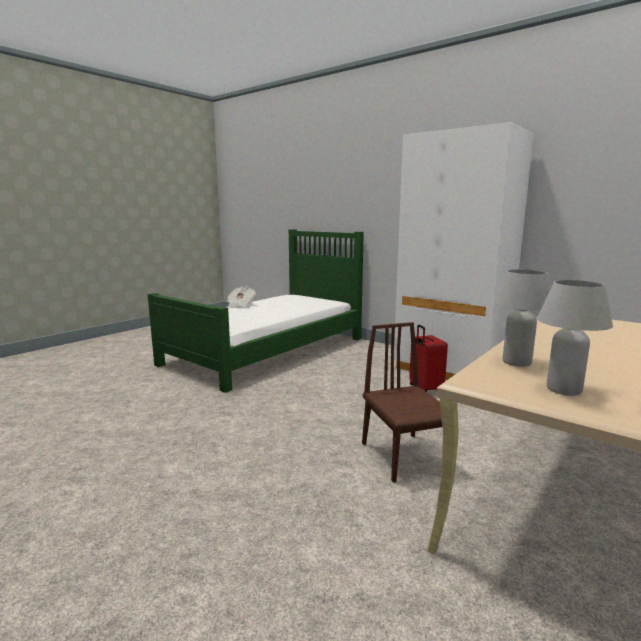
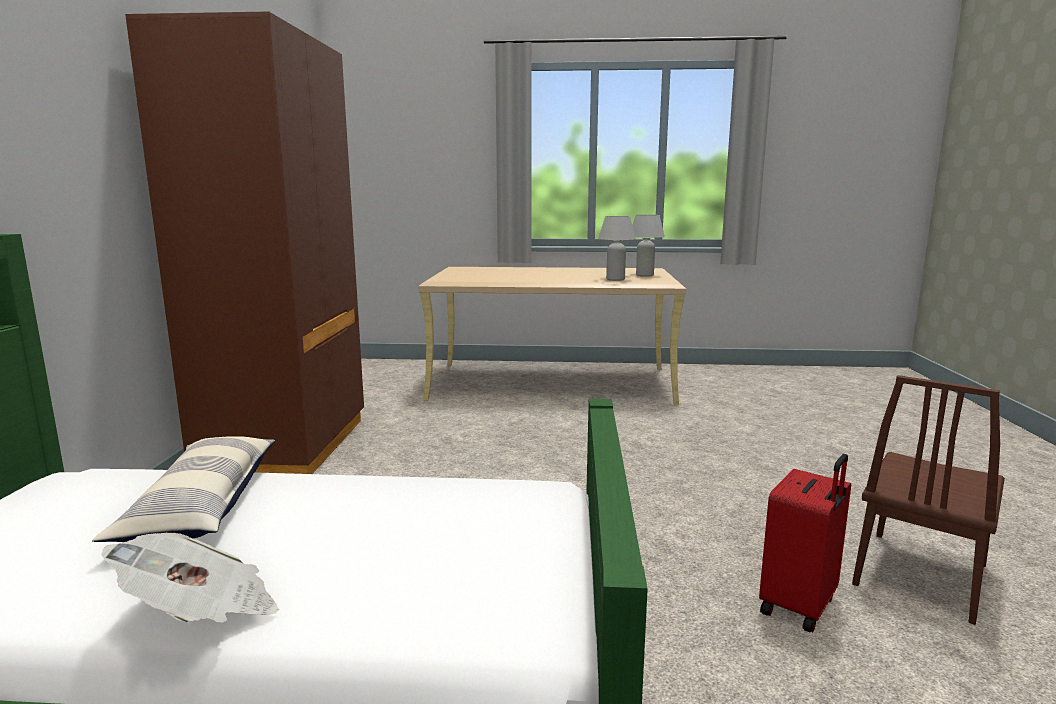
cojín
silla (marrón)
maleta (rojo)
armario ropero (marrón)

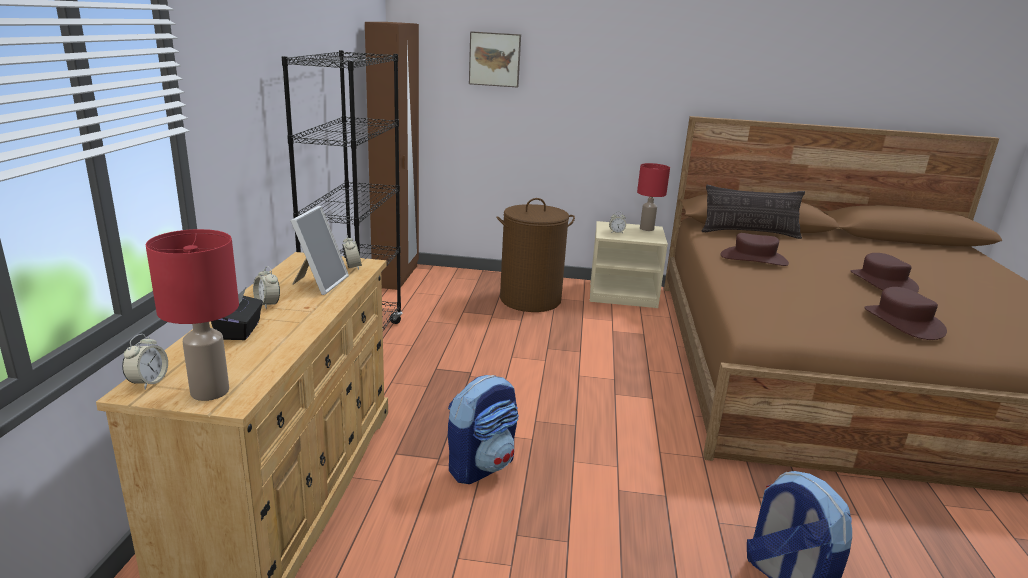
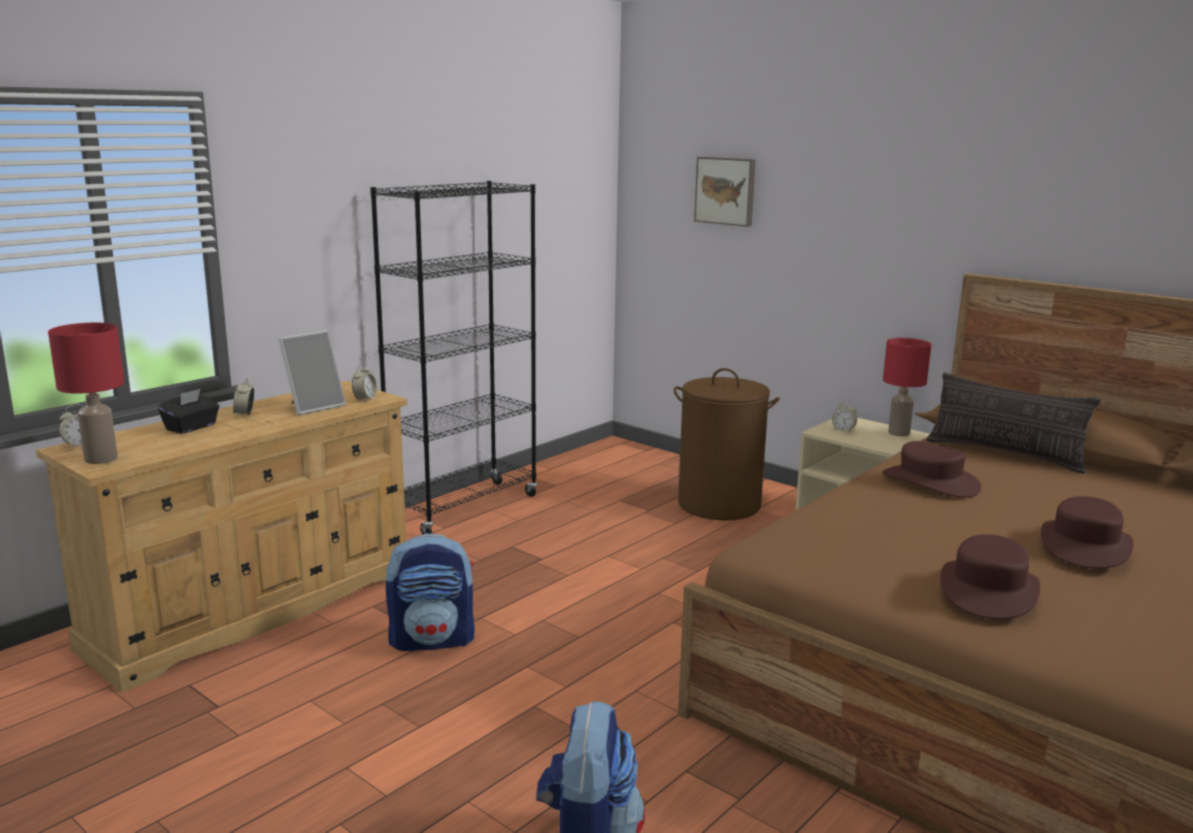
armario ropero (marrón)

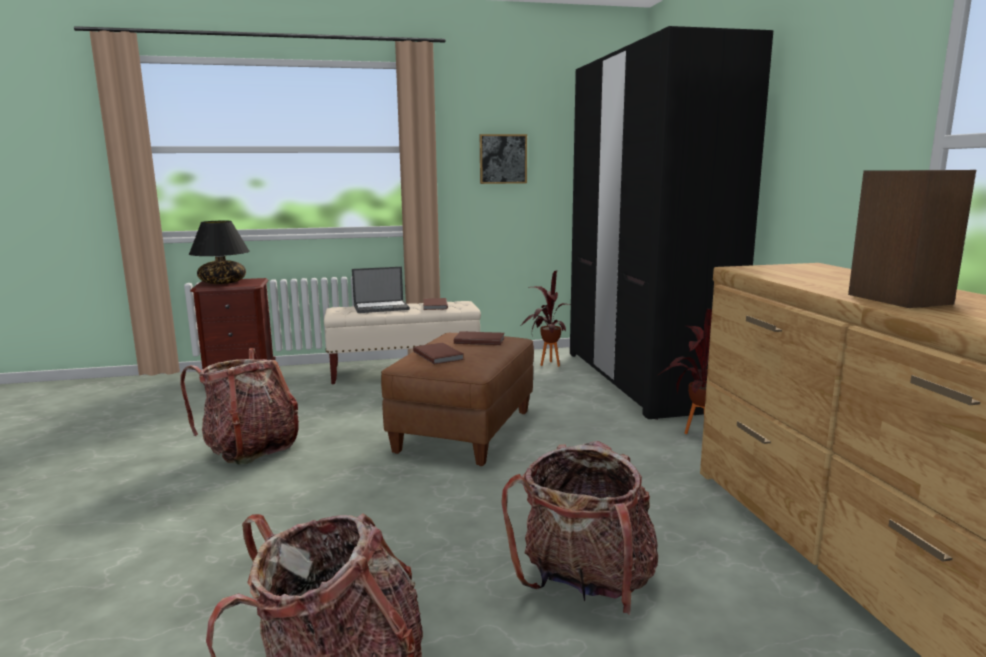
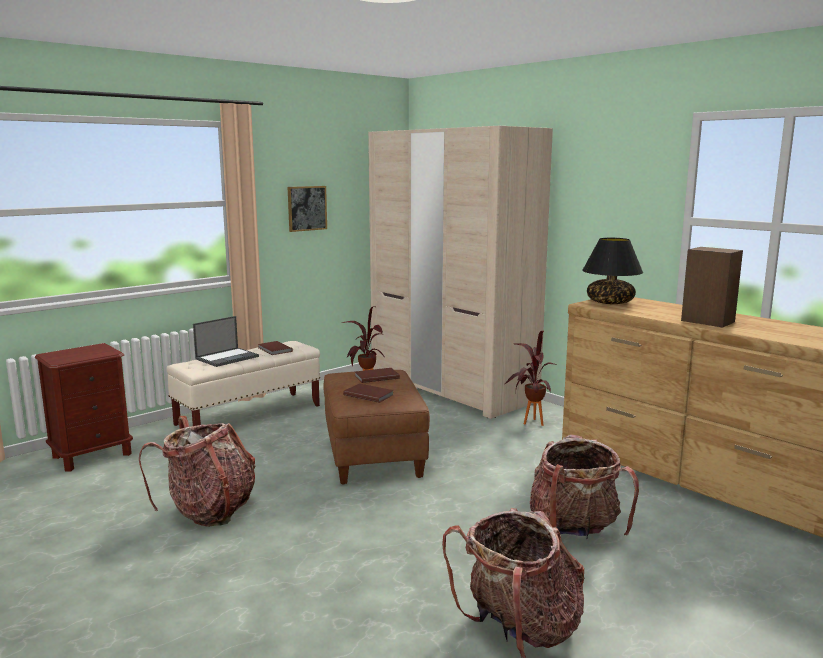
lámpara de mesa (negro)
armario ropero (beis)

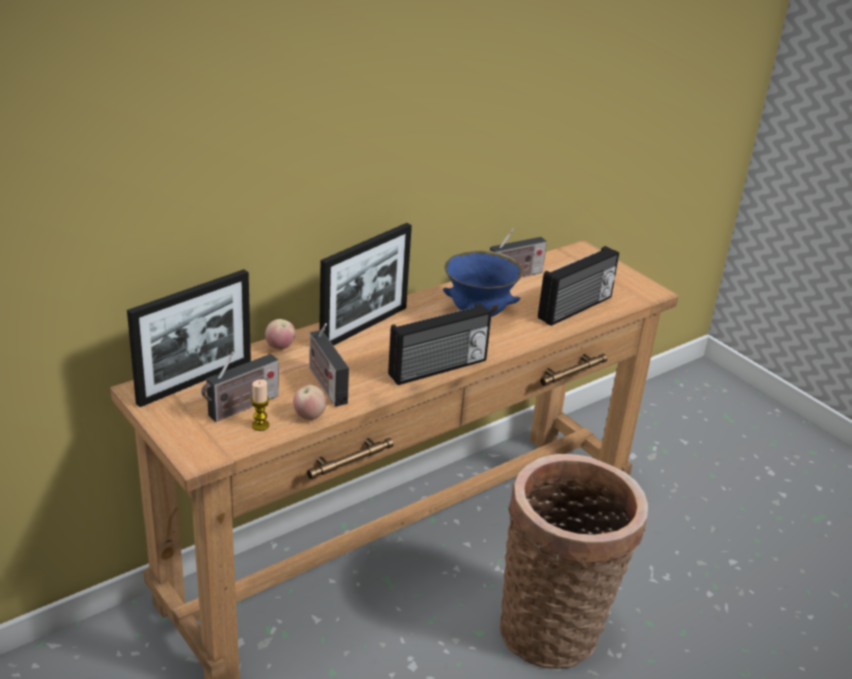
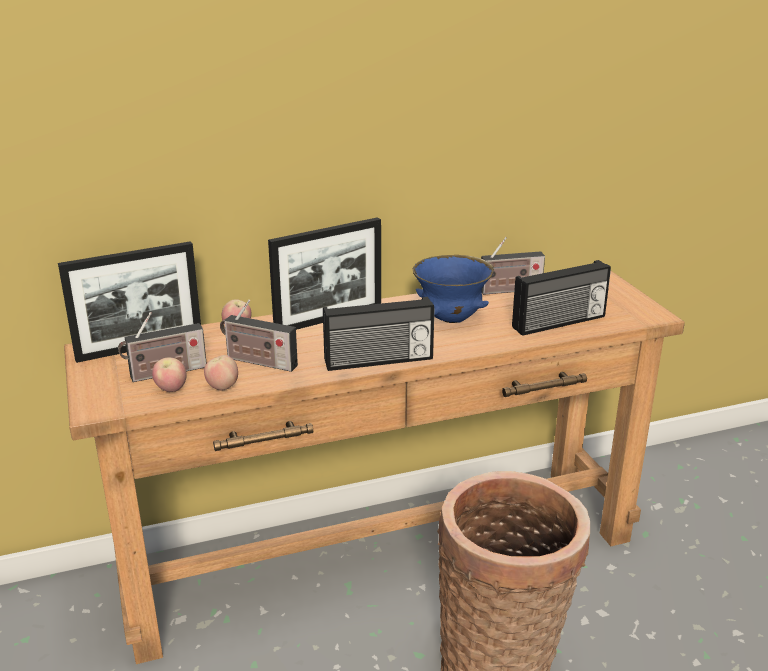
manzana (no. 1 from left)
radio (no. 2 from left)

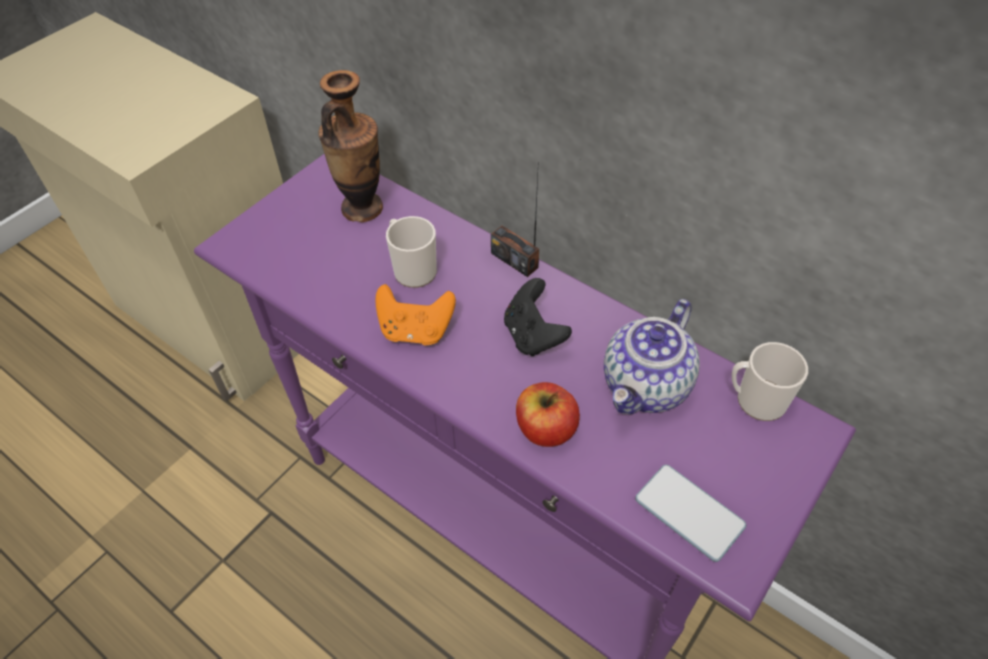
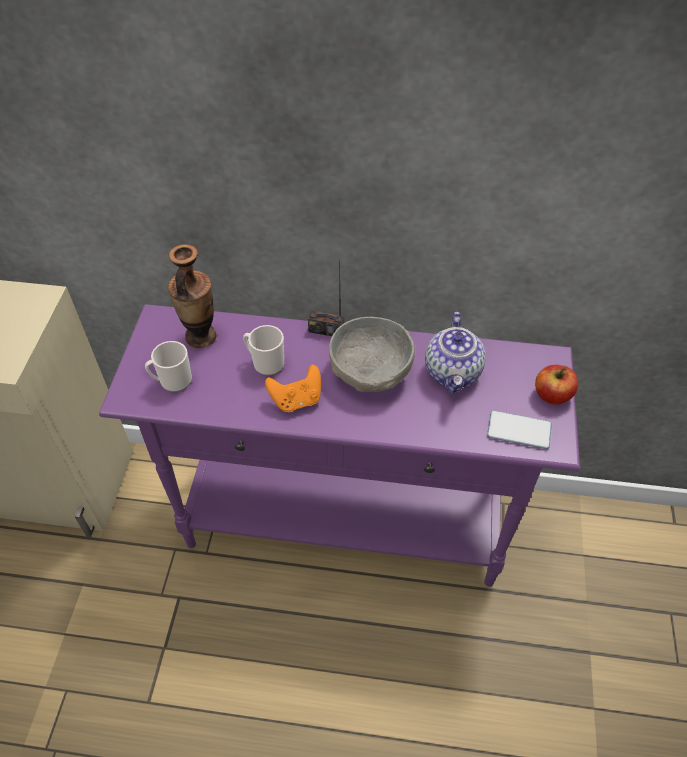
manzana
taza grande (no. 1 from left)
cuenco (gris)

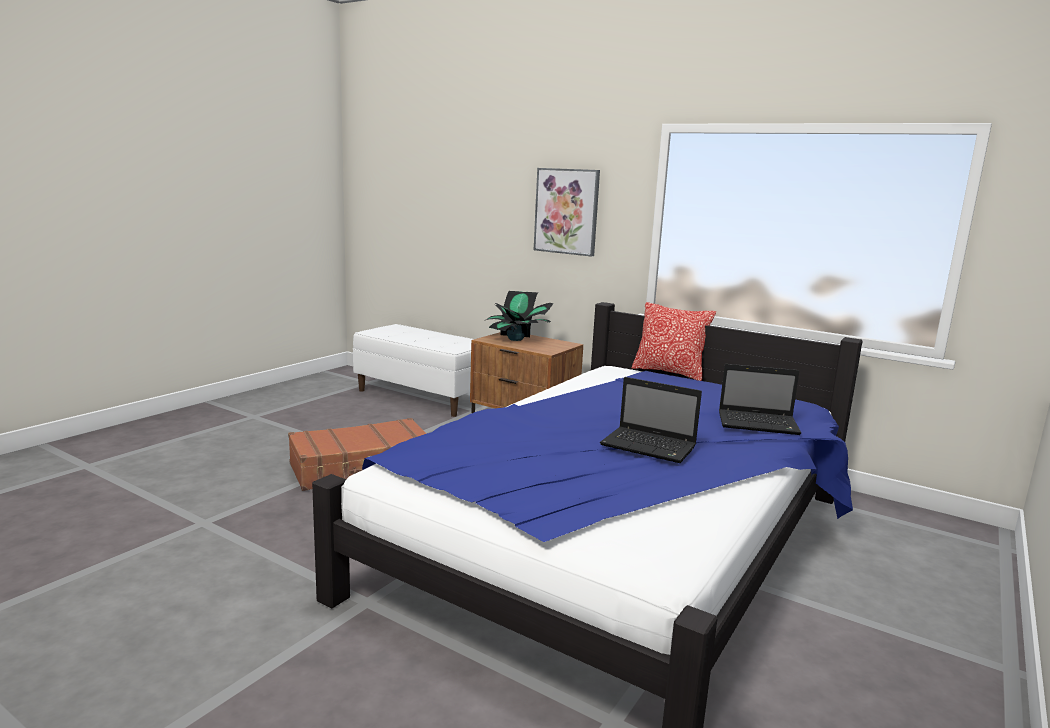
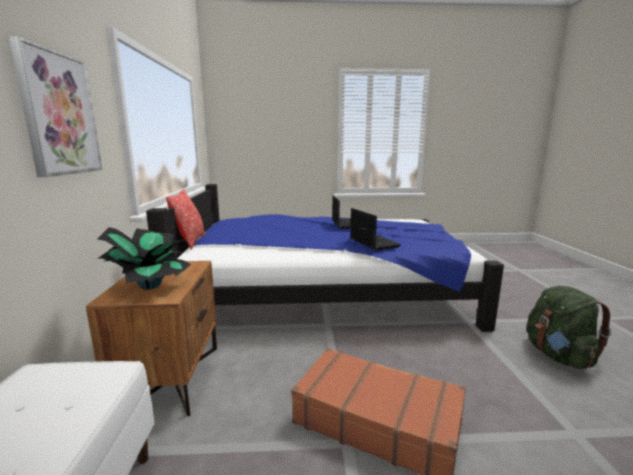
mochila (verde)
portátil (no. 2 from left)

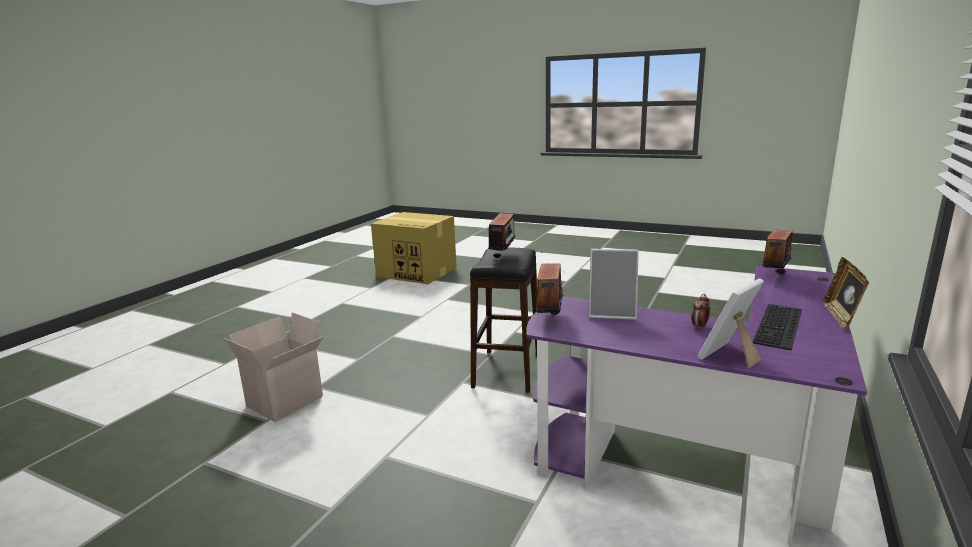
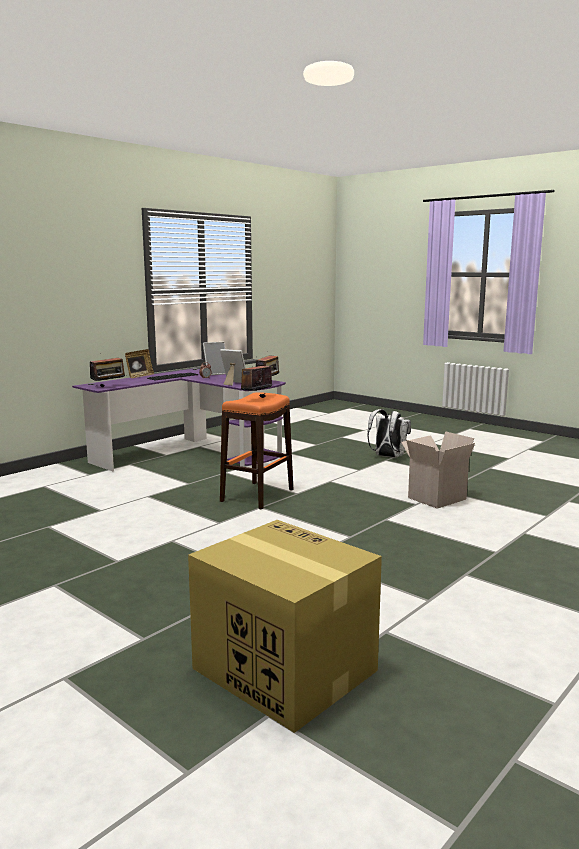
mochila (blanco)
taburete (naranja)

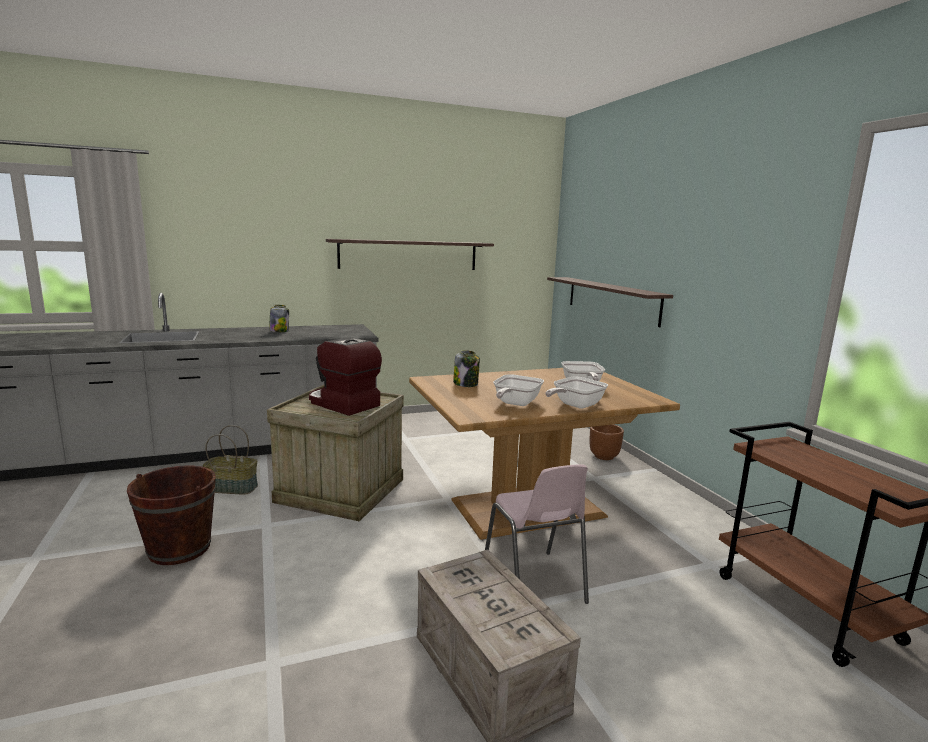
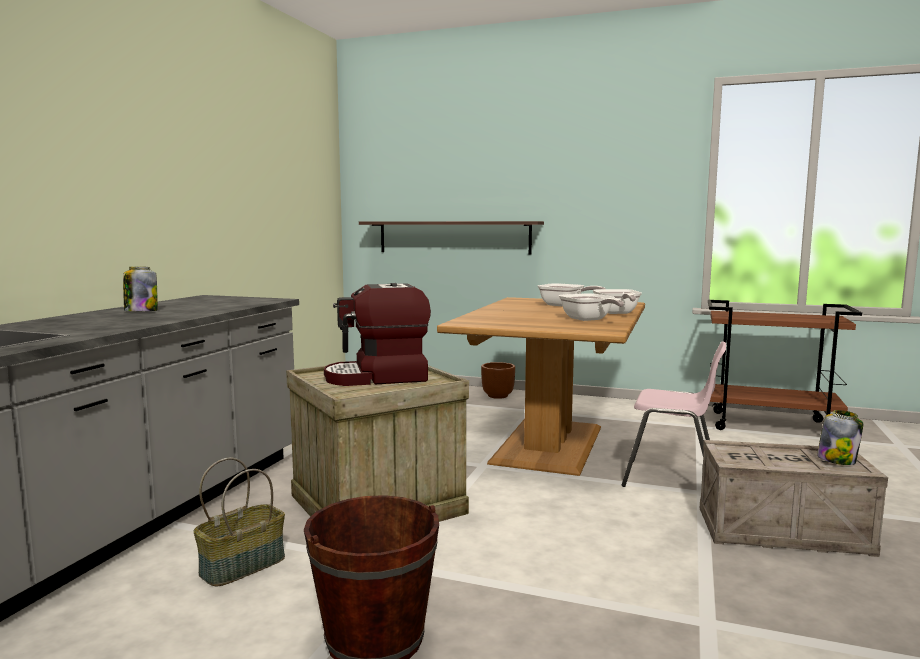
estante (no. 1 from left in the first image)
tarro (no. 2 from left)

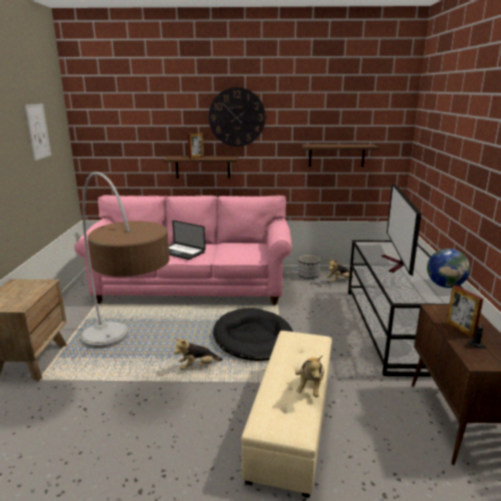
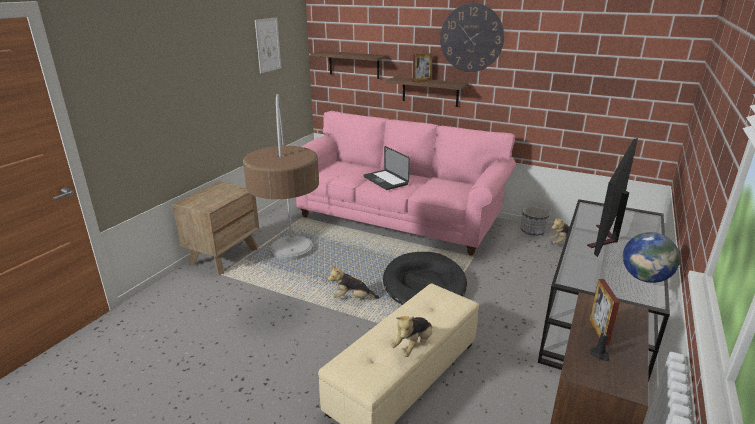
estante (no. 1 from left)

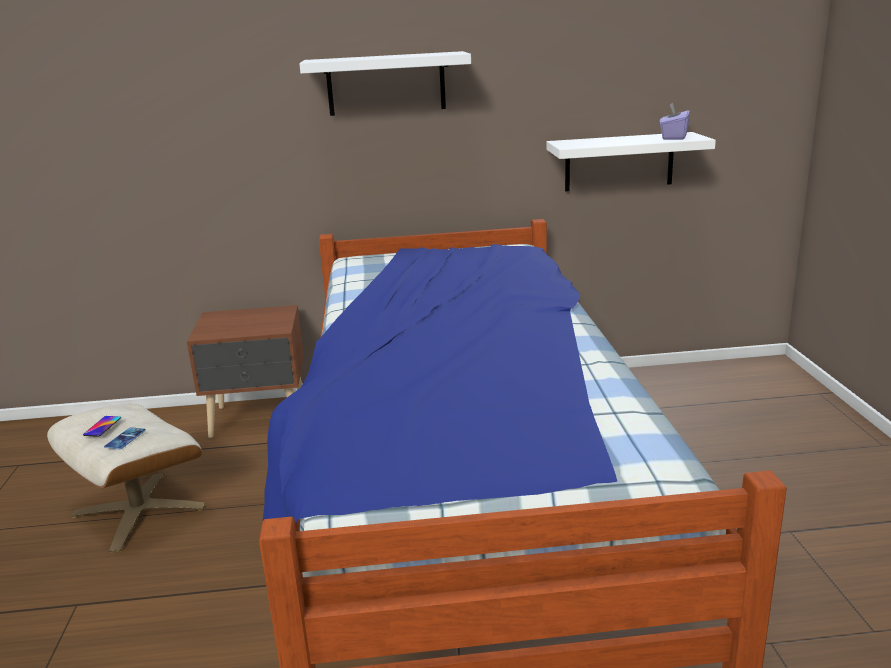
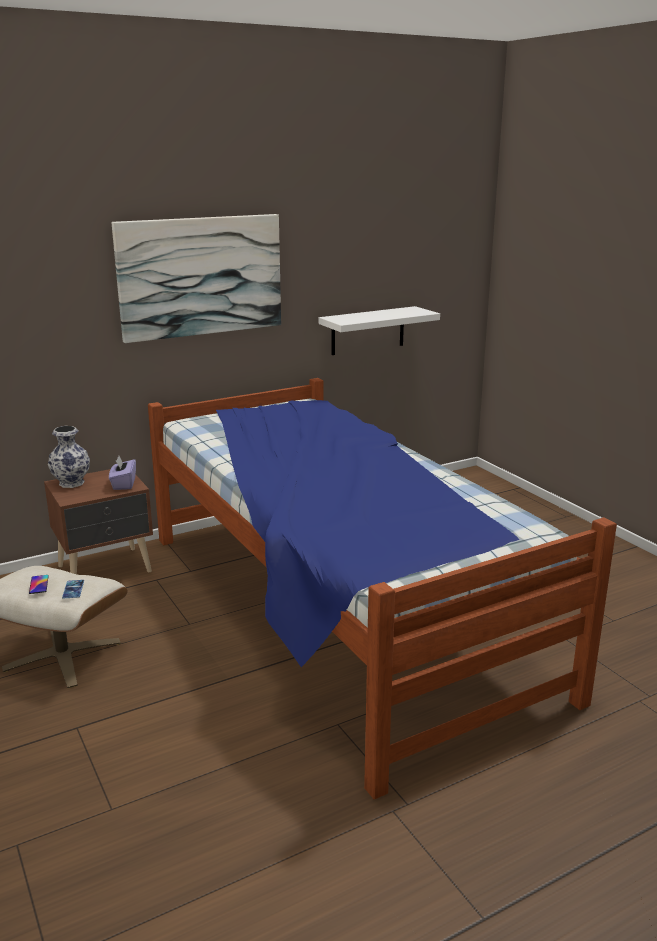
florero
caja de pañuelos (morado)
cuadro

